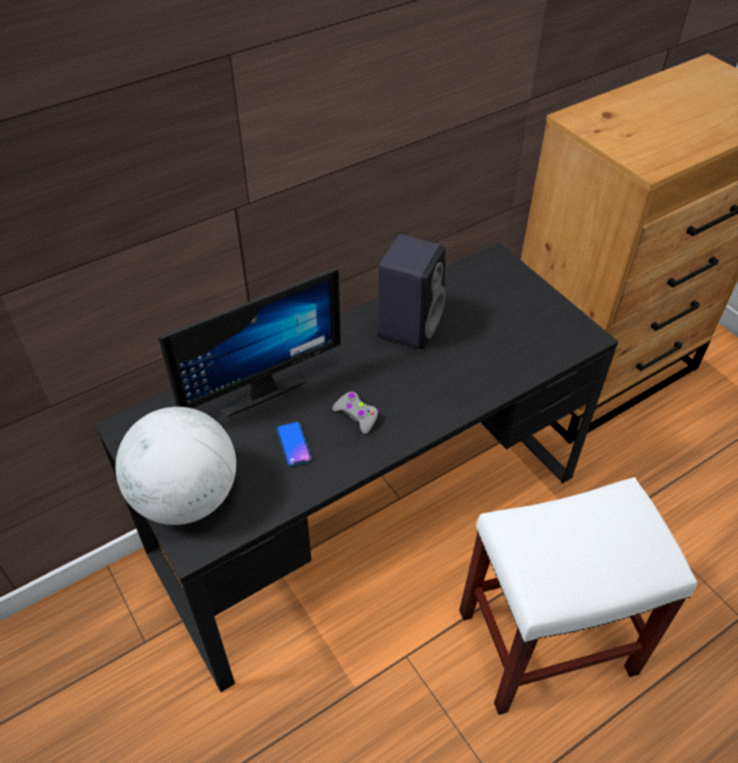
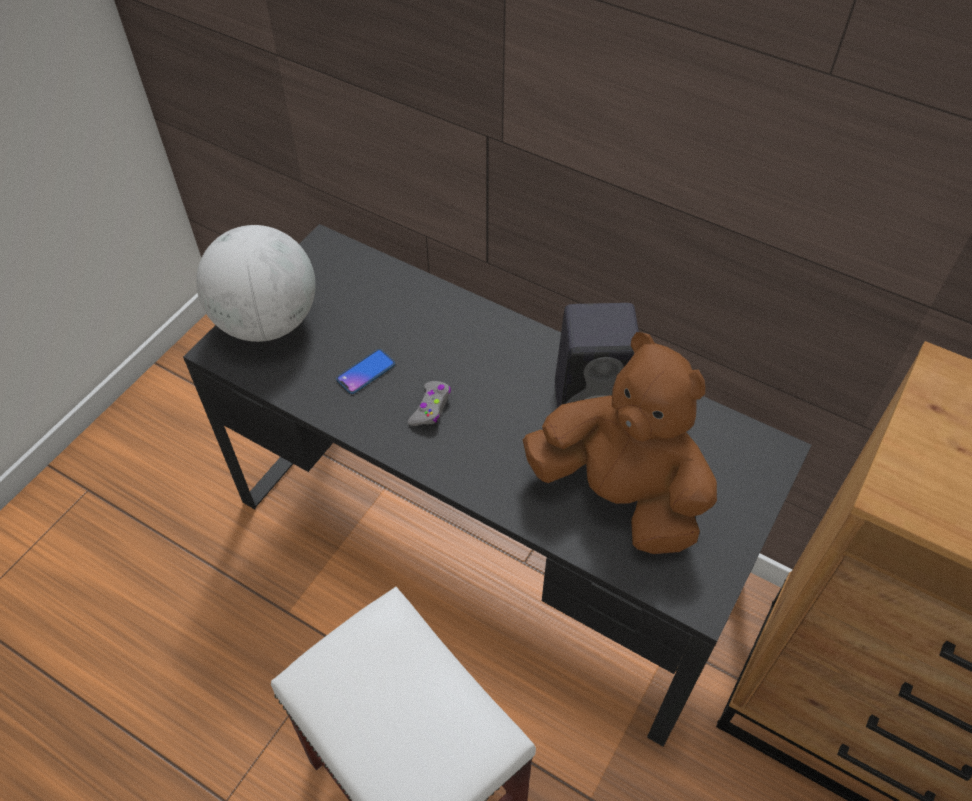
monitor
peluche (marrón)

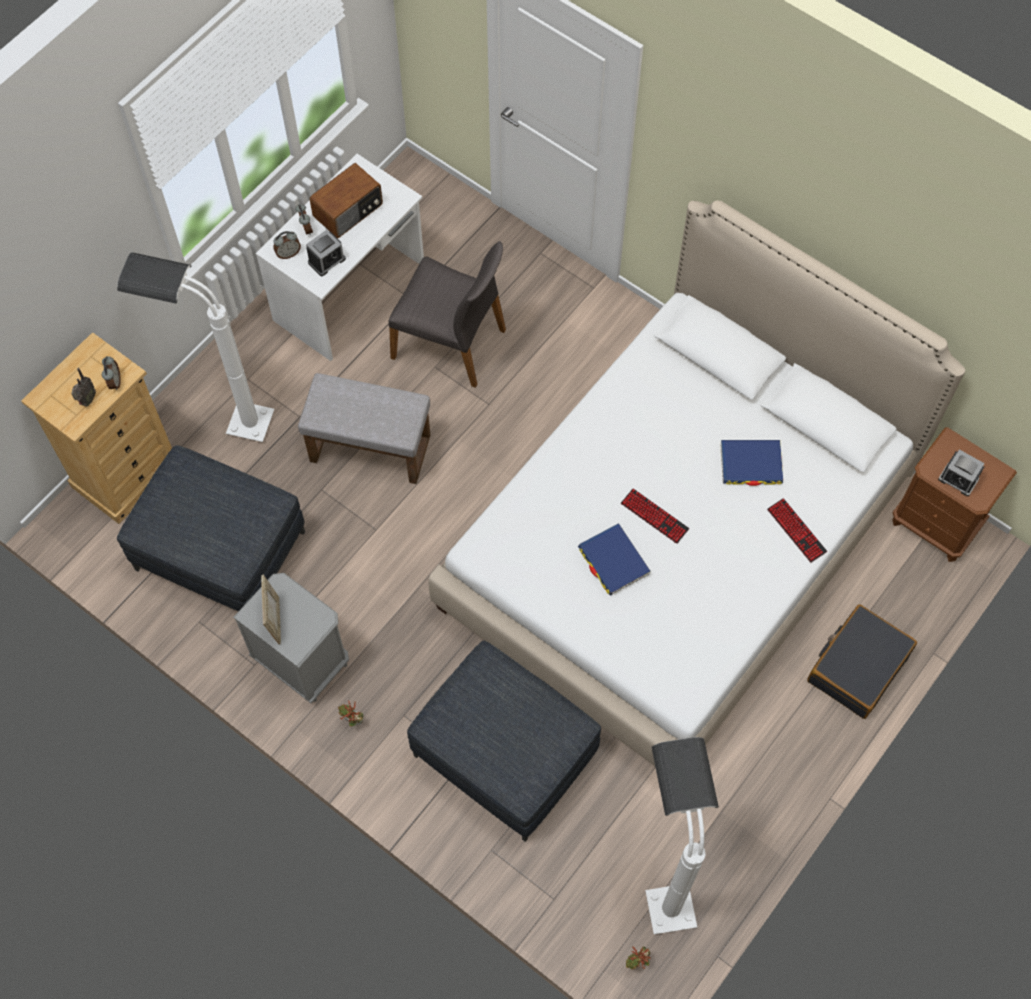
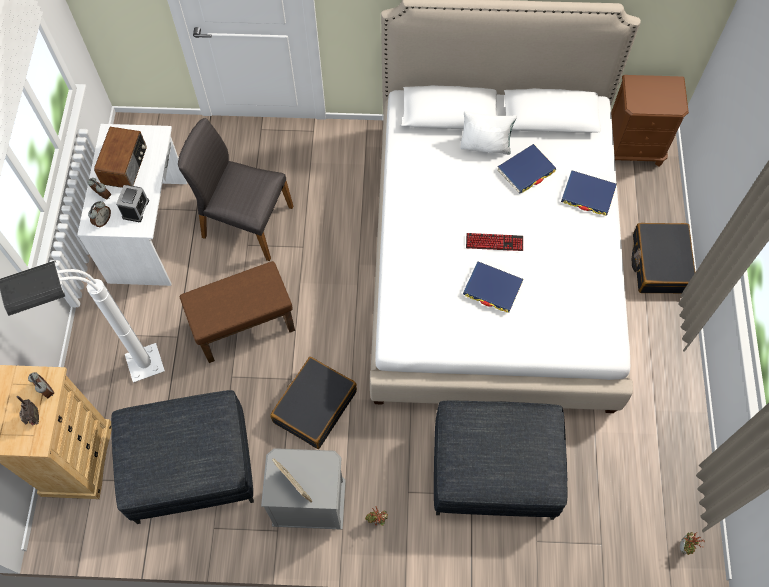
lámpara de pie (blanco) (no. 2 from left in the first image)
despertador (no. 5 from left in the first image)
maleta (negro) (no. 1 from left)
cojín (blanco)
libro (azul) (no. 3 from left)
puf (marrón)
silla (gris)

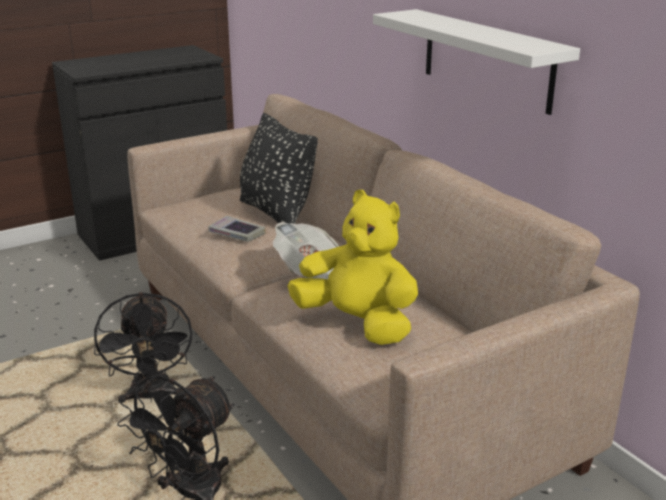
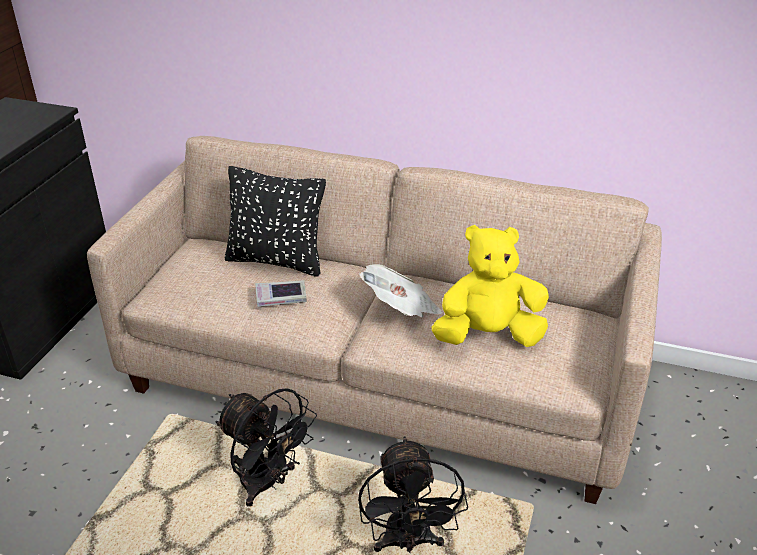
estante (blanco)

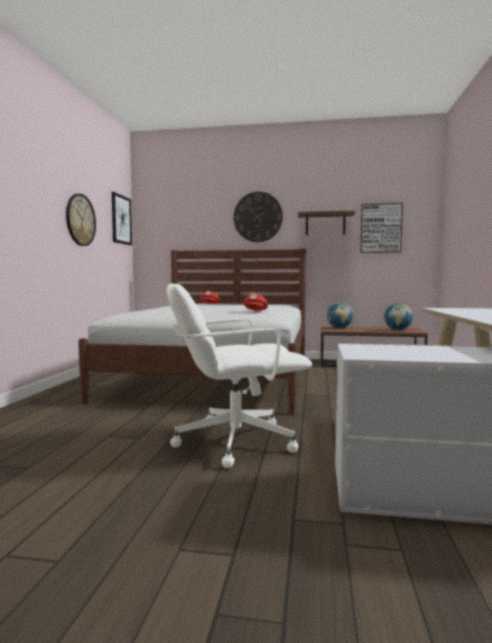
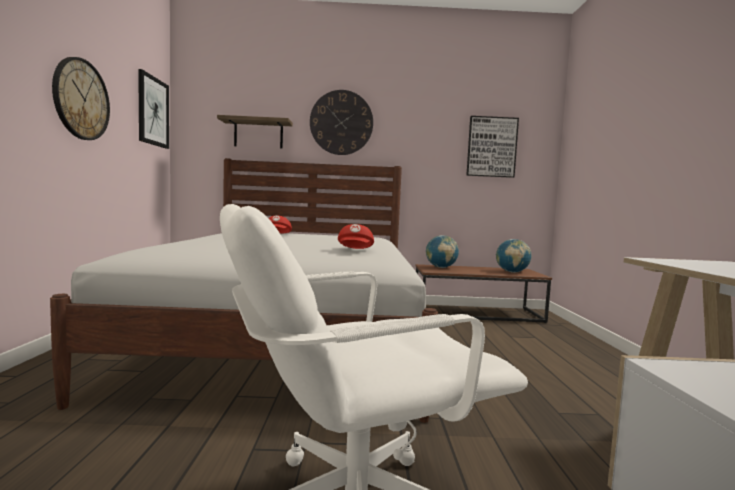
estante

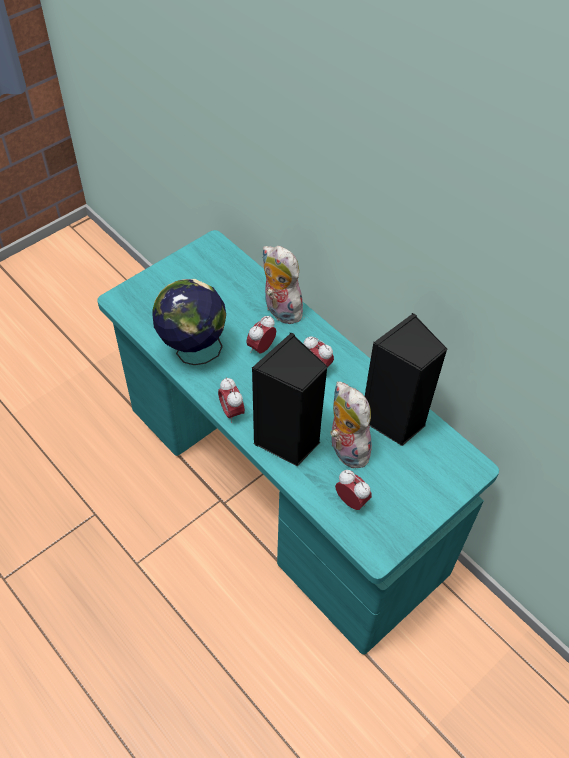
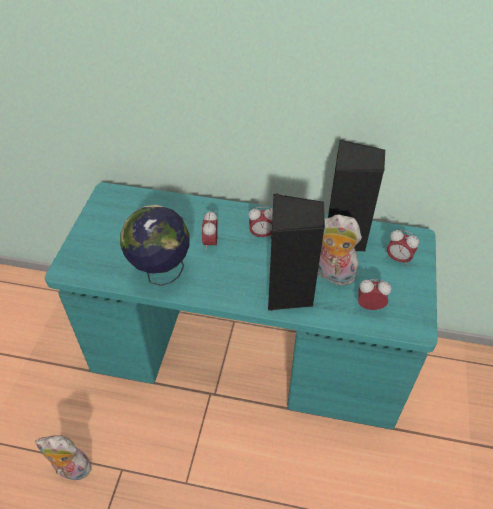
despertador (no. 4 from left)
peluche (no. 1 from left)

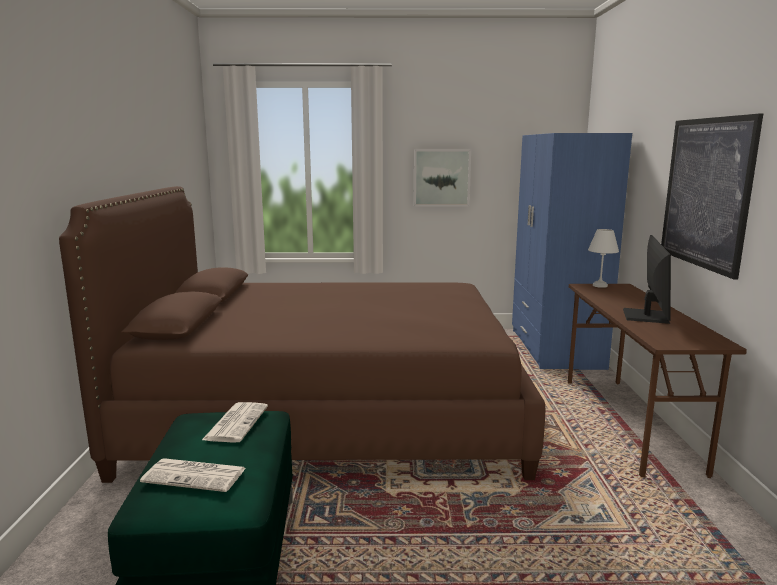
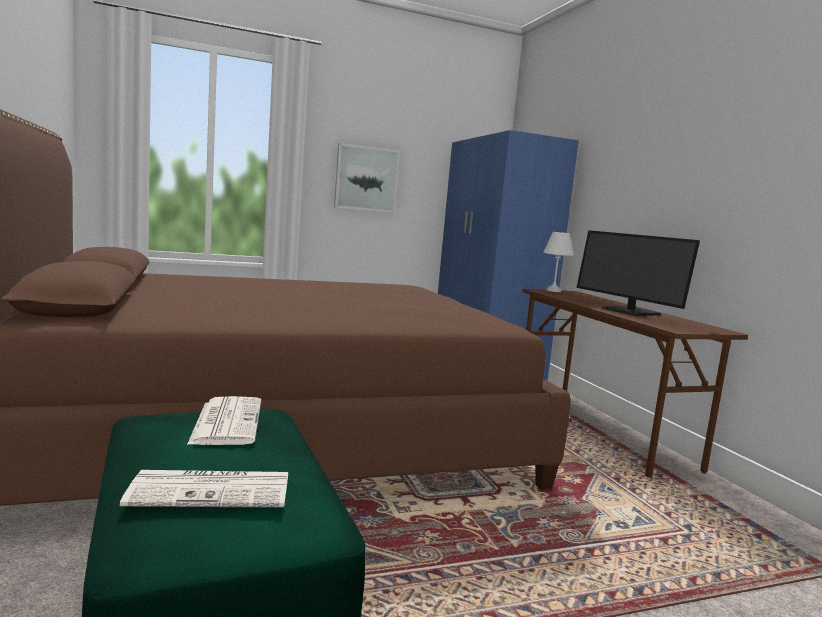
cuadro (no. 2 from left in the first image)
monitor

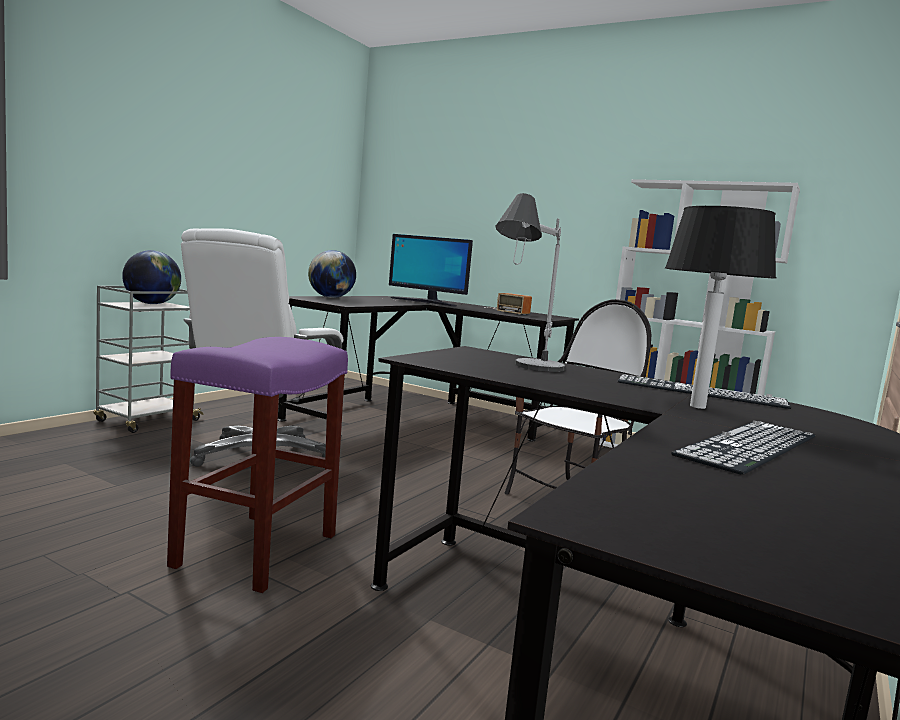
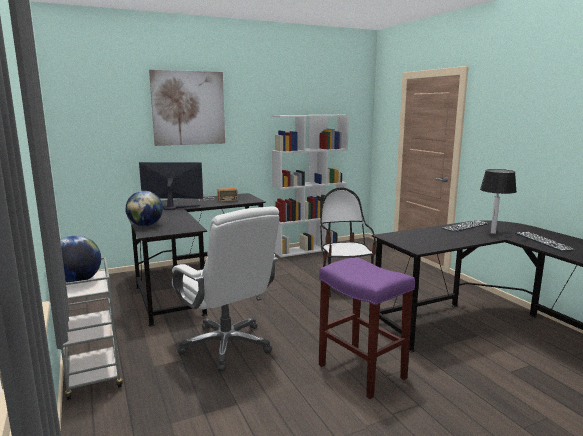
lámpara de mesa (no. 1 from left in the first image)
cuadro
monitor

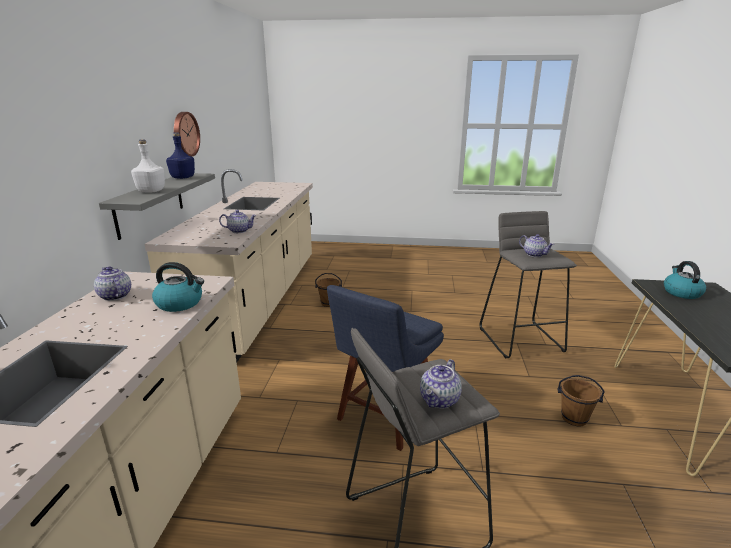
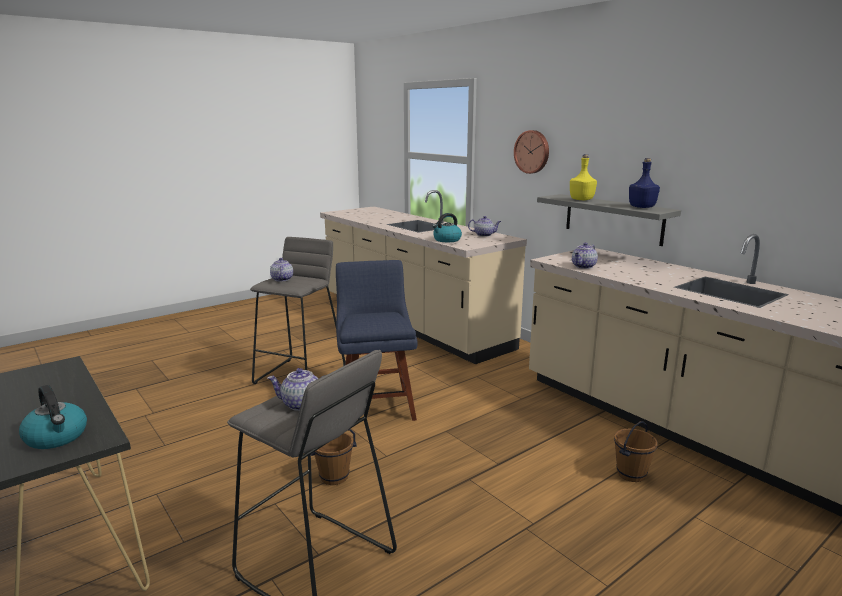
reloj de pared
cubo (marrón) (no. 1 from left)
botella (amarillo)

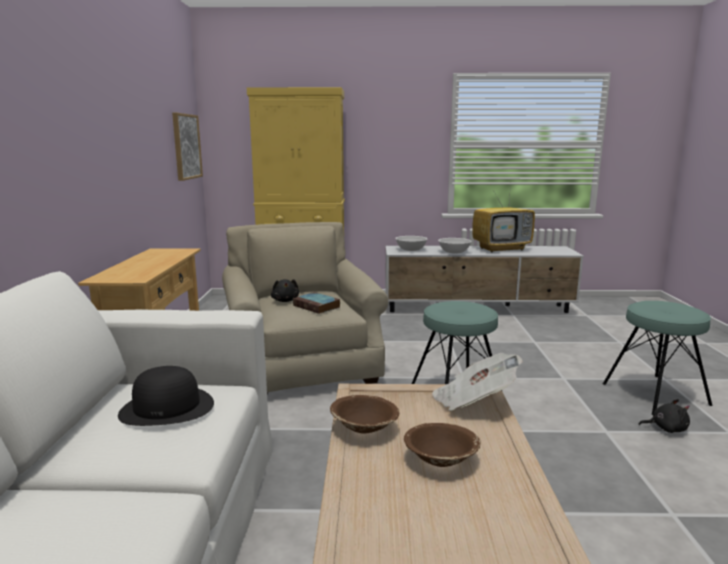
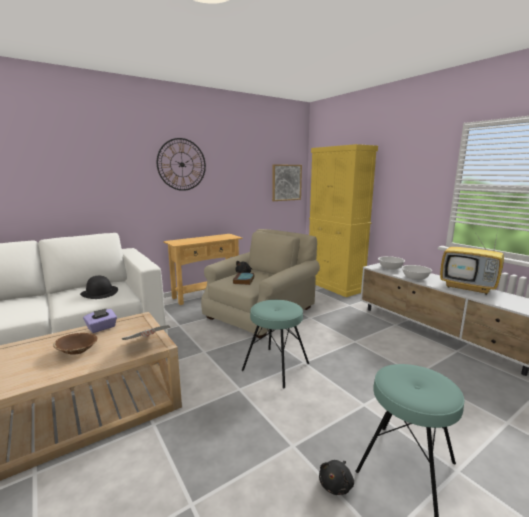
reloj de pared
caja de pañuelos (morado)
peluche (negro) (no. 2 from left)

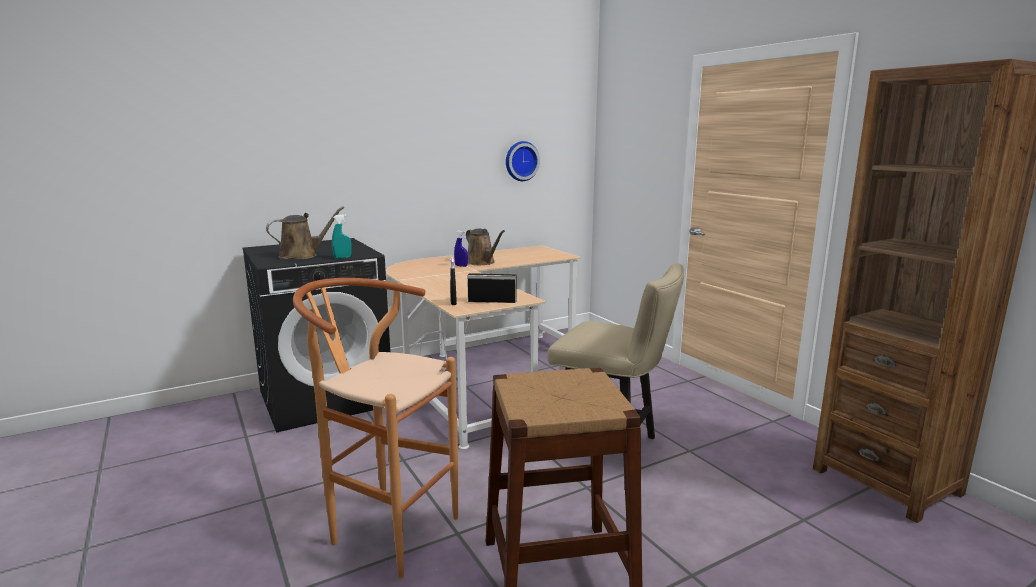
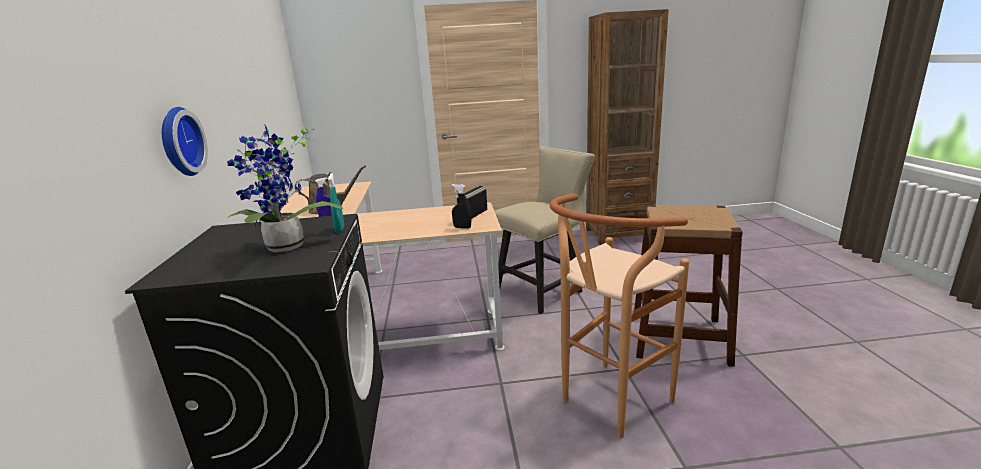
reloj de pared
planta en maceta

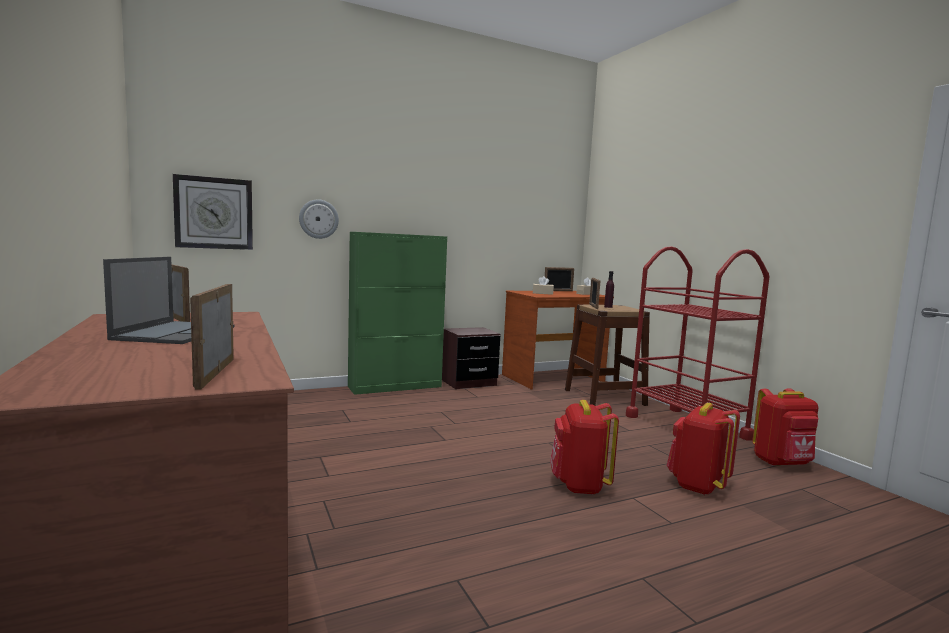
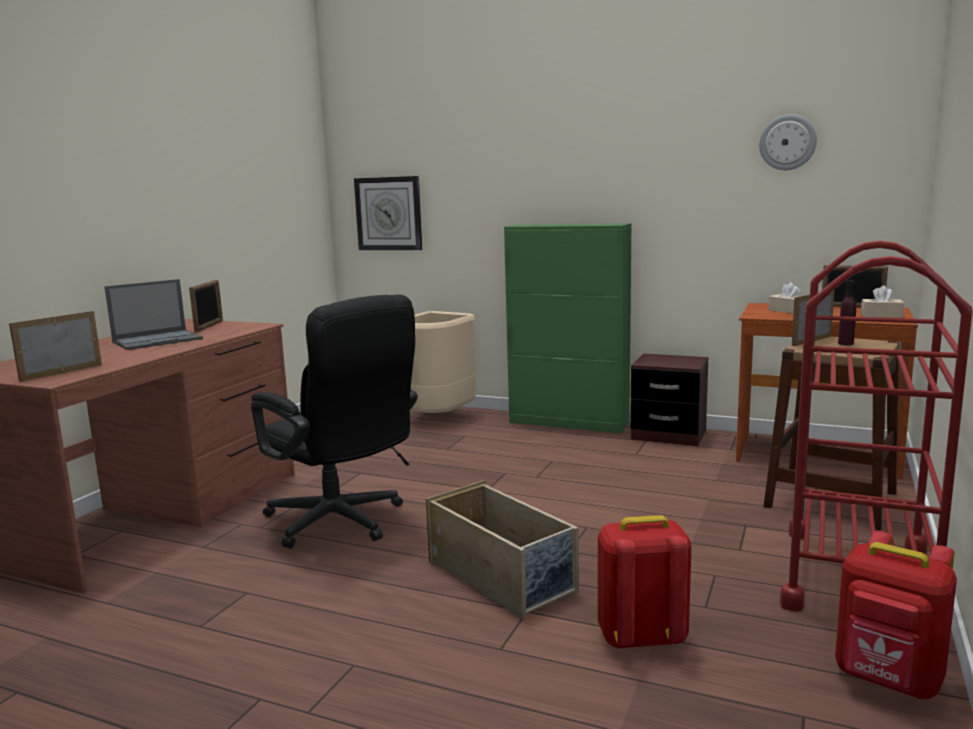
silla de oficina (negro)
papelera (beis)
reloj de pared (no. 2 from left)
caja de almacenaje (beis)

